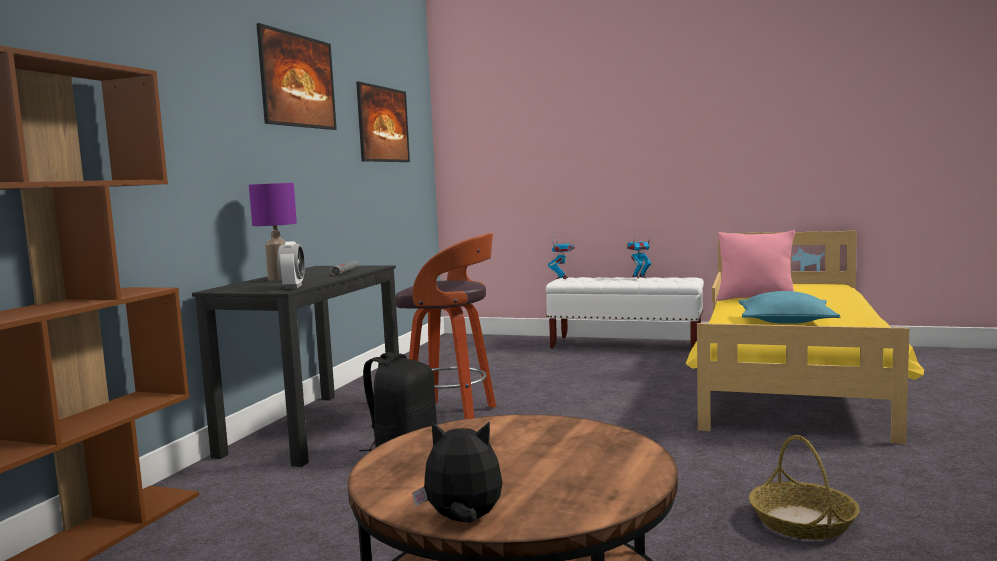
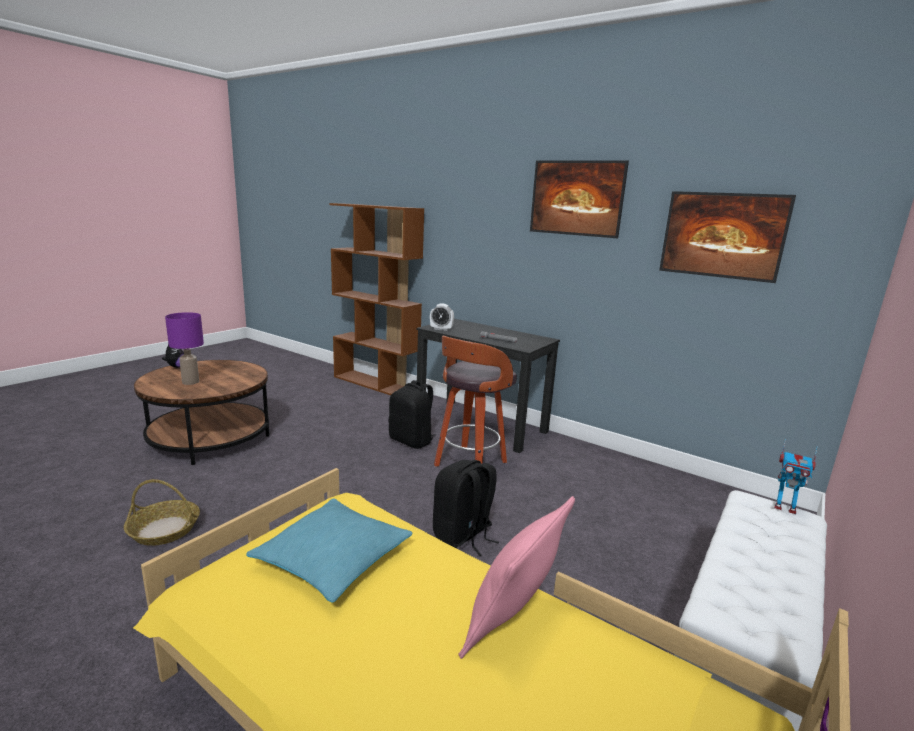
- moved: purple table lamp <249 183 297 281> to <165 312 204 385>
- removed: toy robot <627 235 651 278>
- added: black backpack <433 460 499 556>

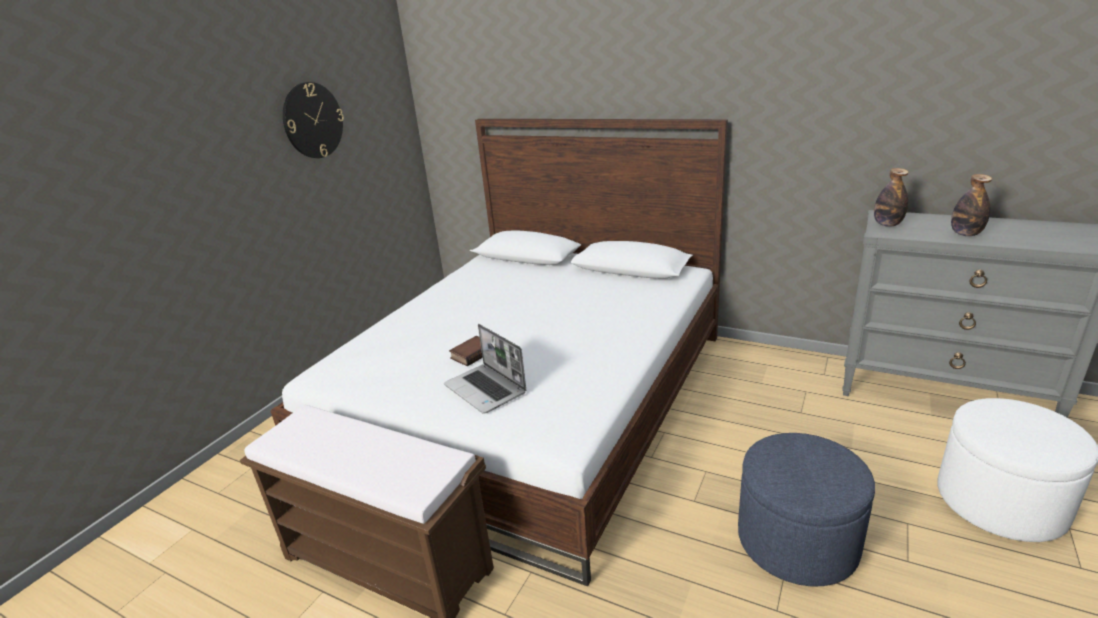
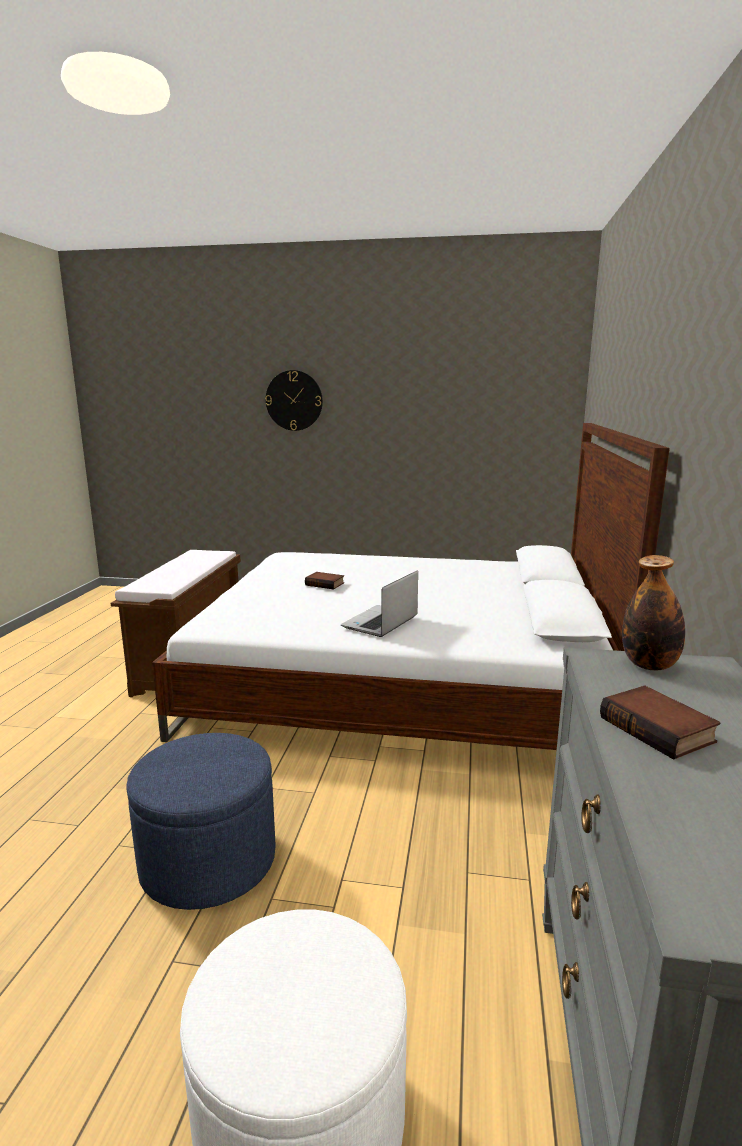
- moved: wall clock <283 82 344 158> to <265 370 323 431>
- moved: laptop <444 324 527 414> to <341 571 418 637>
- replaced: bottle <951 174 992 236> to book <600 686 720 760>

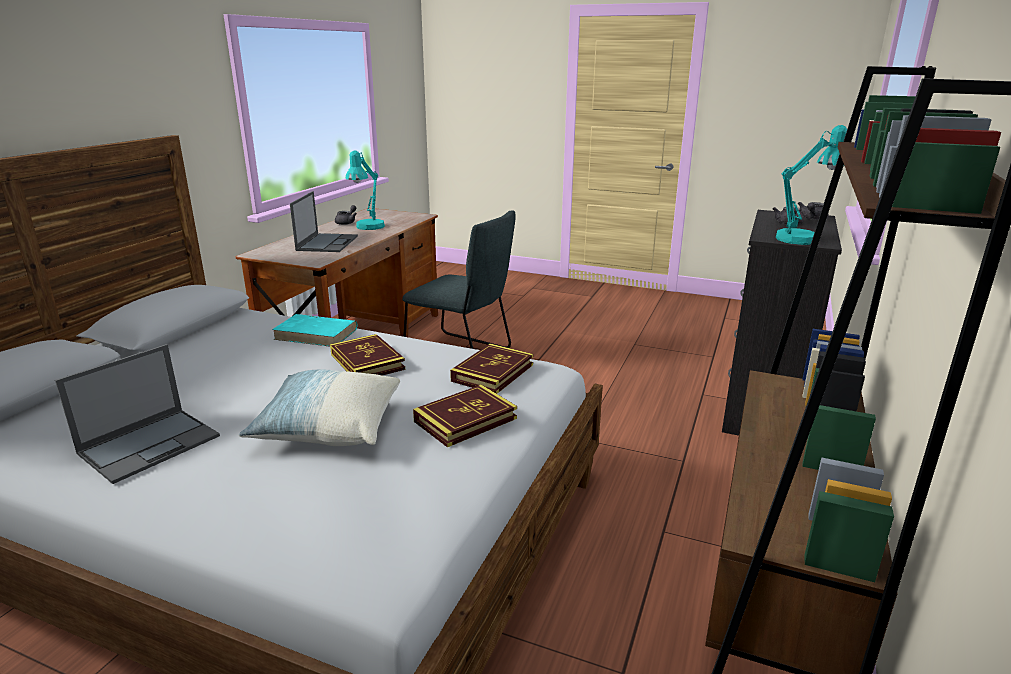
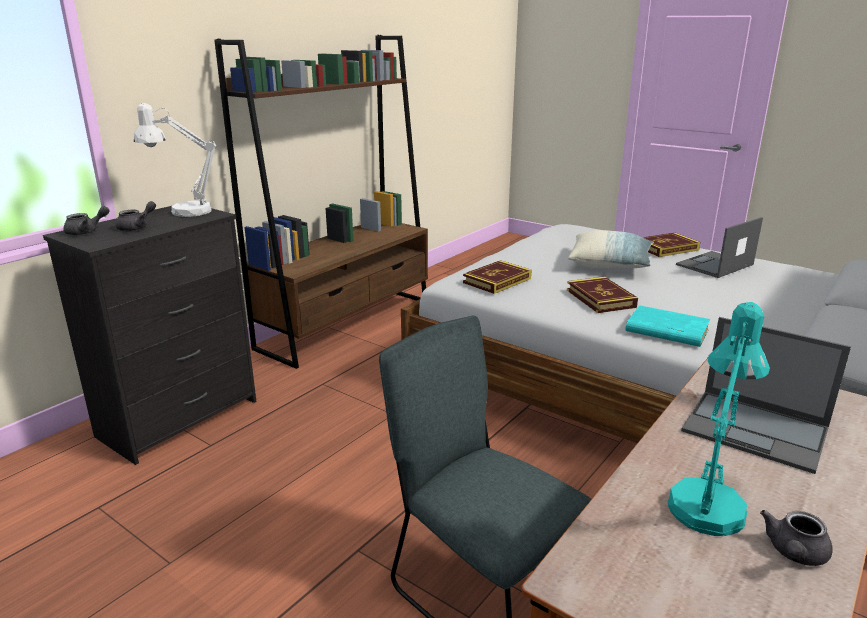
- turned: laptop <290 191 358 252> = <681 317 851 474> 75 degrees counterclockwise
- moved: book <413 385 517 447> to <643 233 700 257>
- recoloured: turquoise table lamp <776 125 847 245> to white table lamp <134 103 216 217>

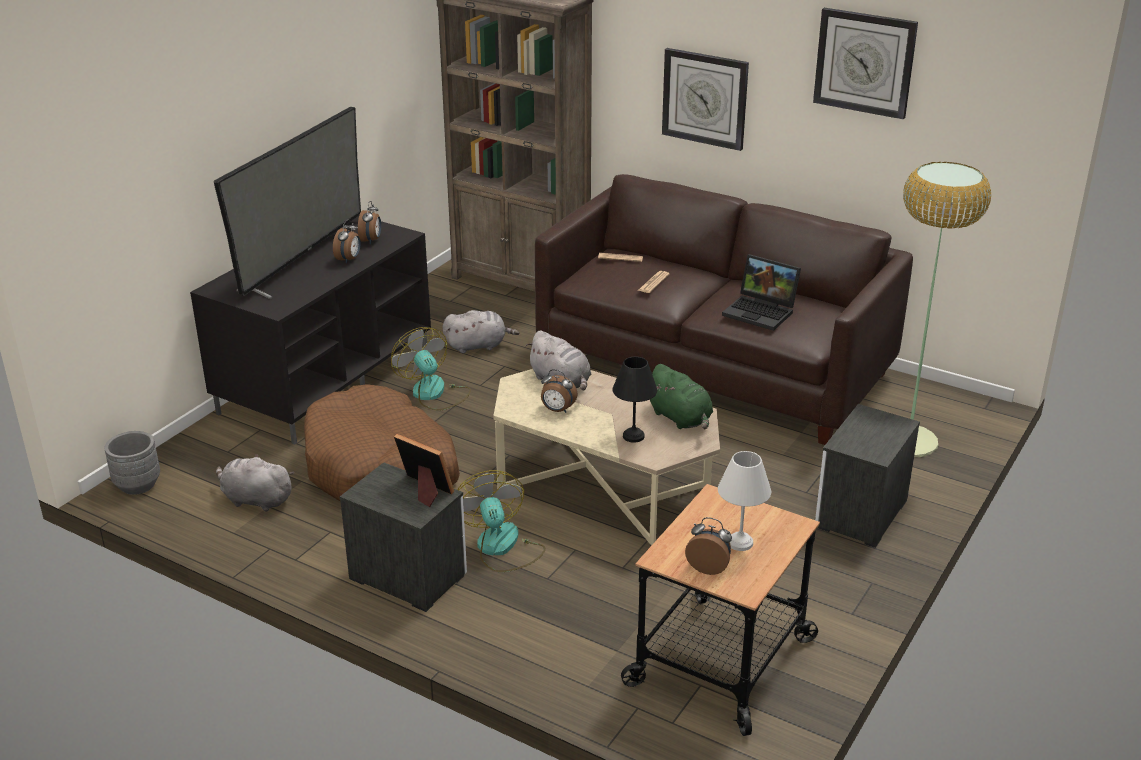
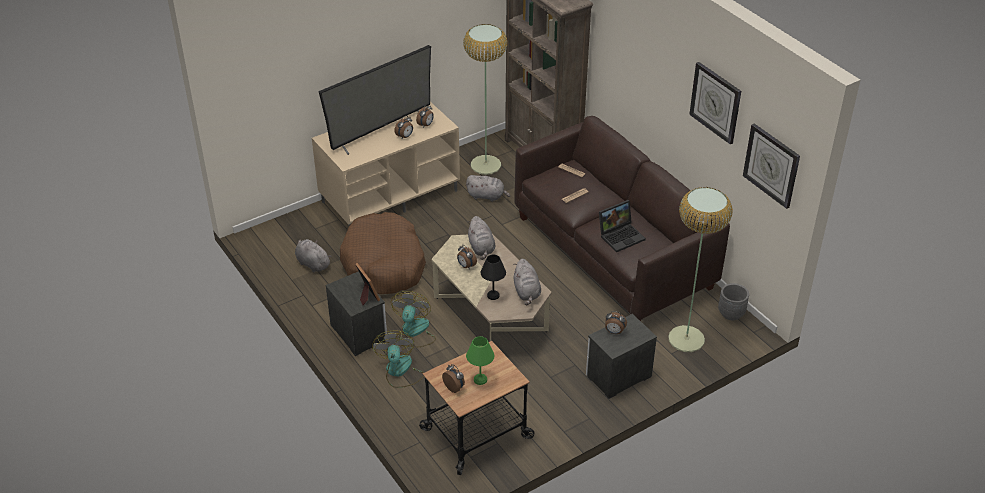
- moved: grey planter <104 431 160 495> to <718 283 749 320>
- recoloured: black tv stand <190 216 431 444> to beige tv stand <312 102 460 226>
- moved: fan <391 327 471 411> to <372 330 424 388>
- recoloured: green plush toy <650 364 713 430> to grey plush toy <513 259 541 305>
- moved: wall clock <662 48 749 151> to <743 123 800 209>
- recoloured: white table lamp <718 451 771 551> to green table lamp <466 336 494 385>
- turned: laptop <722 254 801 331> = <599 200 646 252> 90 degrees counterclockwise
- added: floor lamp <463 24 507 175>
- added: alarm clock <605 311 627 334>

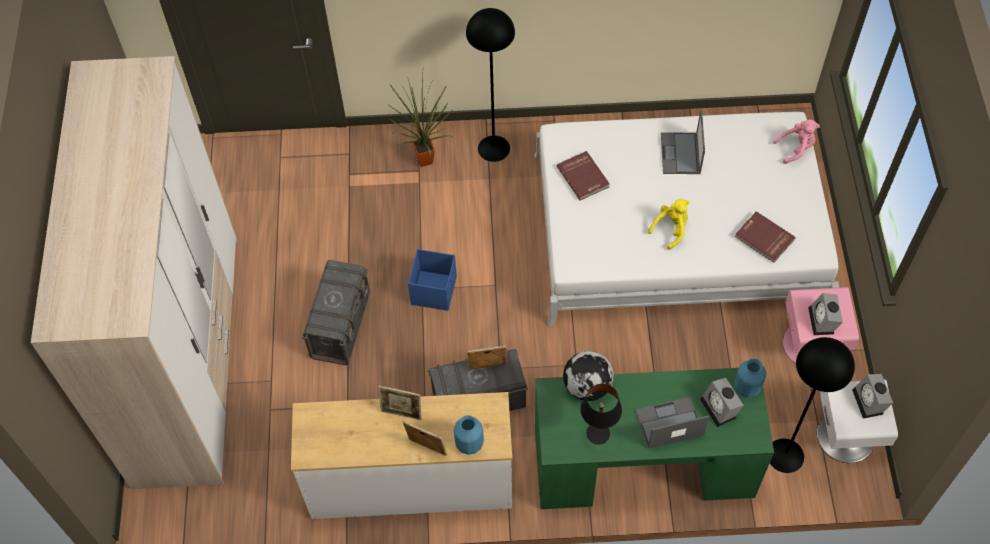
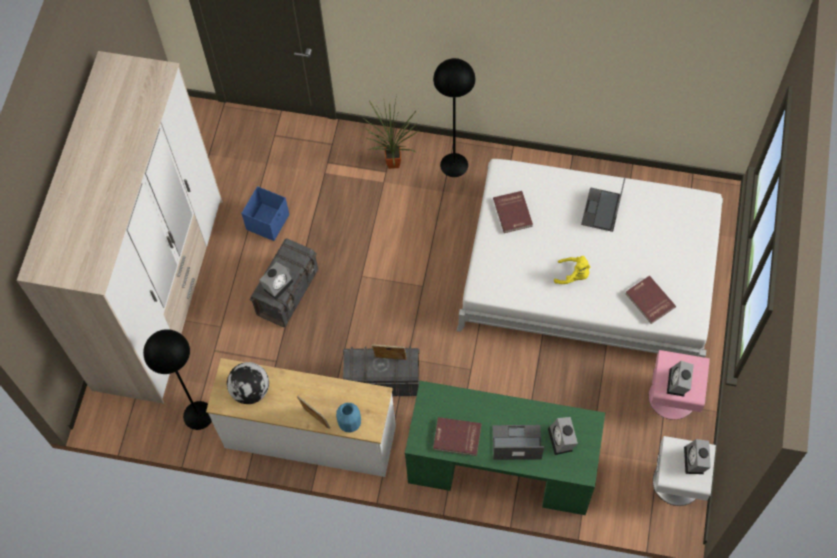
- removed: picture frame <378 386 422 420>
- moved: blue storage box <408 249 457 311> to <241 186 289 241>
- moved: globe <563 351 614 401> to <227 362 269 404>
- replaced: black table lamp <580 384 622 445> to red book <433 417 482 456>
- turned: yellow plush toy <648 199 690 250> = <554 256 590 284> 45 degrees clockwise
- removed: blue vase <734 358 766 398>
- moved: black floor lamp <770 337 855 473> to <143 329 212 430>
- removed: pink plush toy <773 119 820 164>
- added: alarm clock <259 262 293 300>

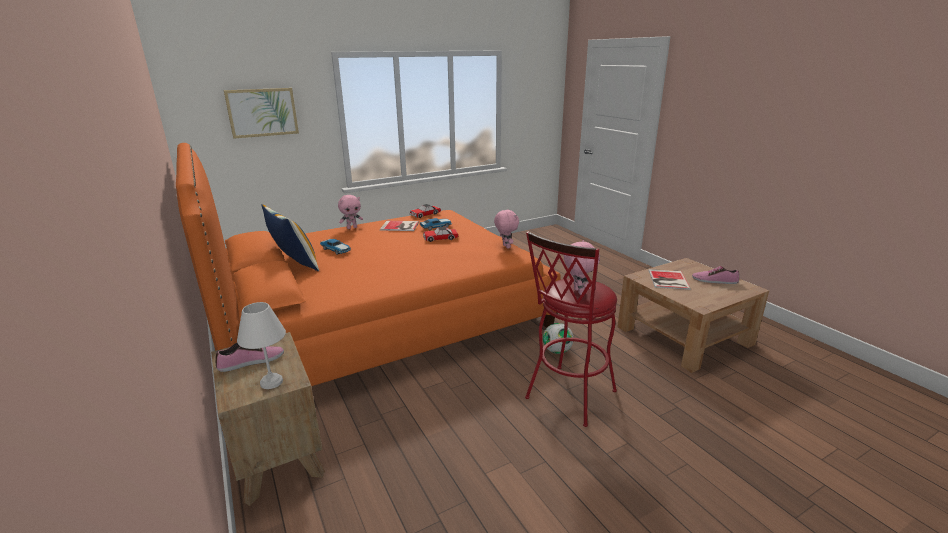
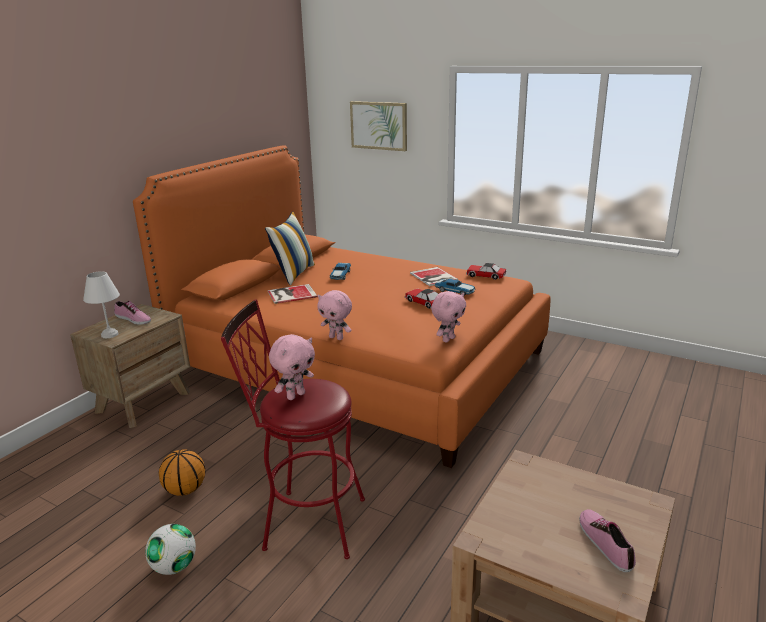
- moved: pink plush toy <338 195 363 229> to <317 290 352 340>
- moved: football <543 323 574 354> to <145 524 196 575>
- moved: book <649 269 691 290> to <268 284 318 304>
- added: basketball <159 449 205 496>

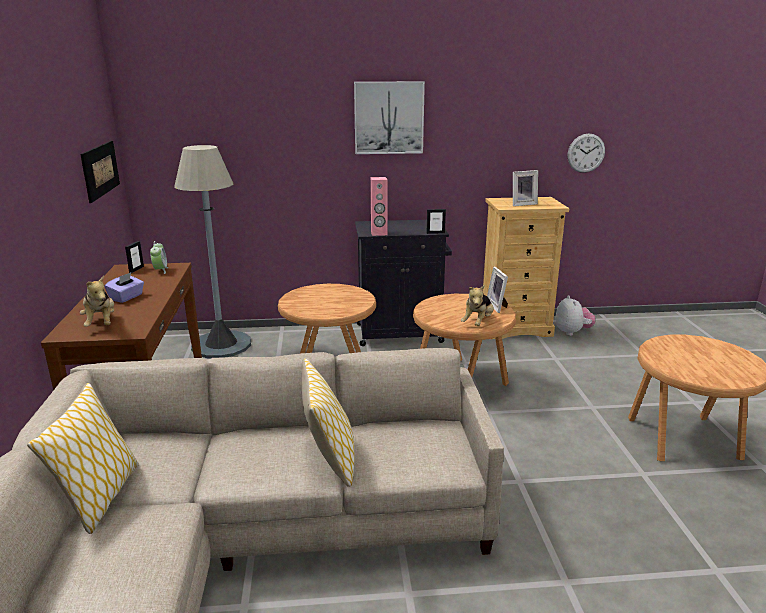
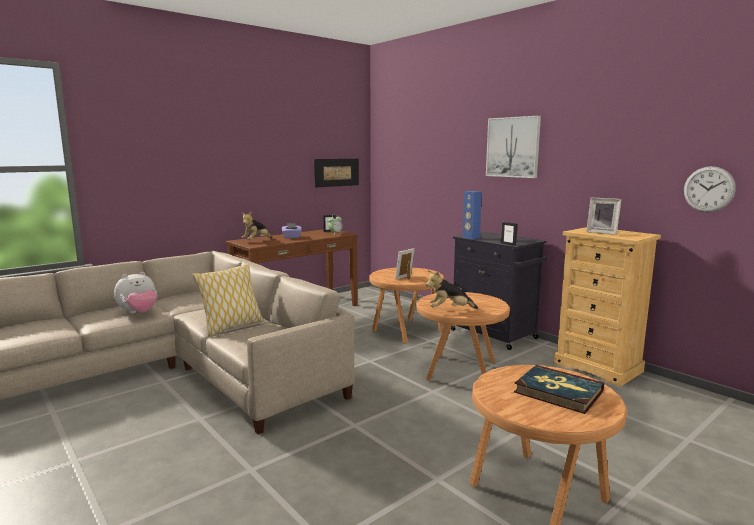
- removed: pillow <27 383 139 534>
- removed: grey floor lamp <174 145 251 358>
- recoloured: pink speaker <371 177 388 236> to blue speaker <462 191 482 239>
- moved: picture frame <487 267 508 313> to <395 248 415 280>
- moved: plush toy <556 295 595 336> to <114 272 157 314>
- added: book <514 365 604 414>

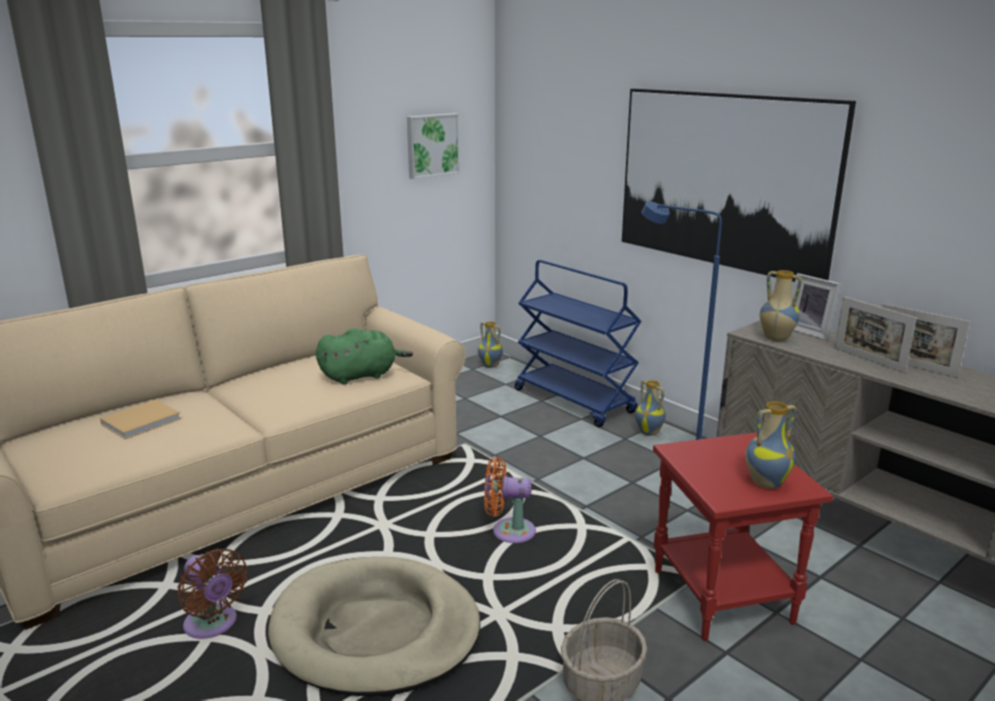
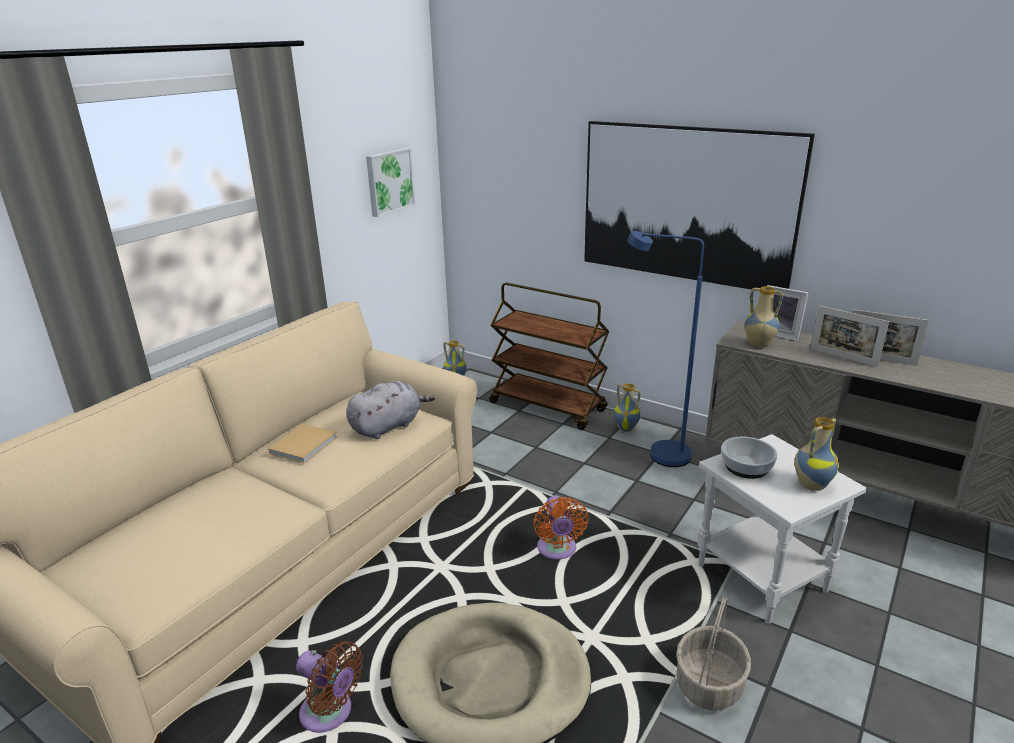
- moved: beige book <100 400 181 439> to <268 424 337 464>
- recoloured: green plush toy <316 328 413 385> to grey plush toy <346 381 435 439>
- turned: orange fan <484 457 536 543> = <533 495 588 560> 90 degrees counterclockwise
- recoloured: blue cart <515 260 641 427> to brown cart <490 283 609 430>
- recoloured: red side table <653 432 833 641> to white side table <697 434 867 624>
- added: bowl <721 437 778 479>

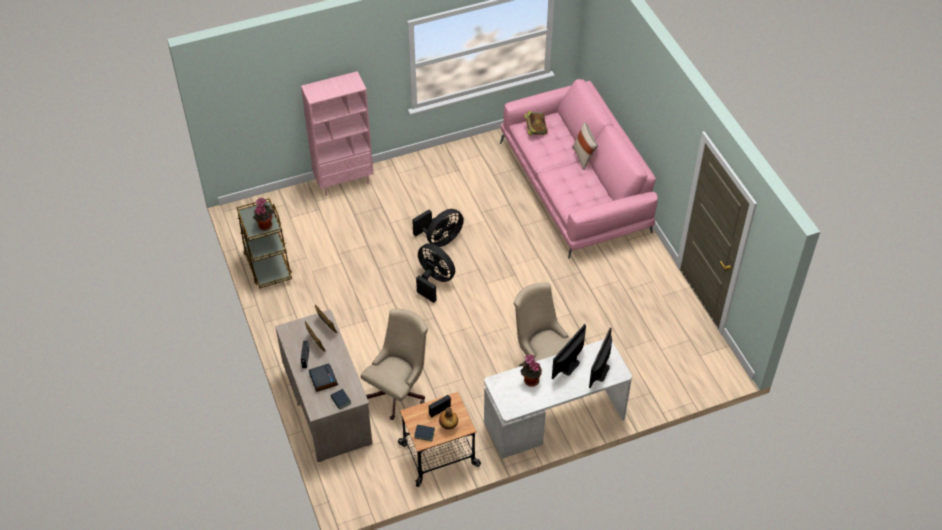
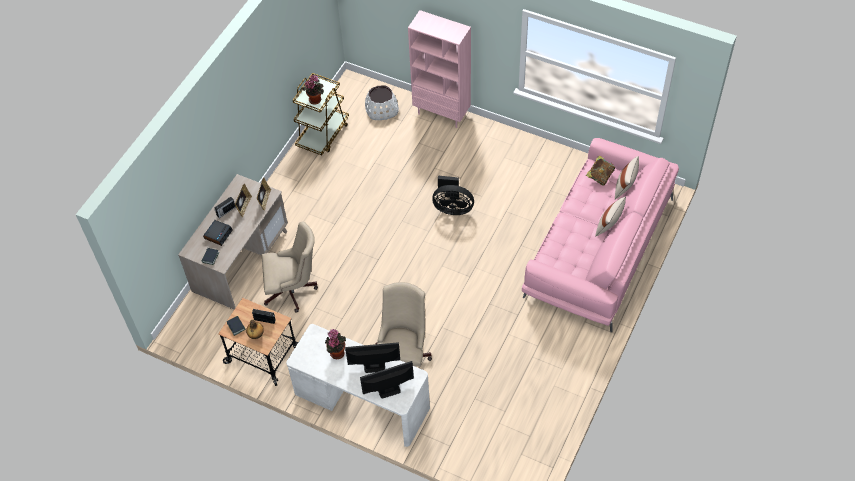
- removed: black fan <416 243 455 303>
- added: white planter <365 85 399 120>
- added: beige pillow <615 156 639 200>

